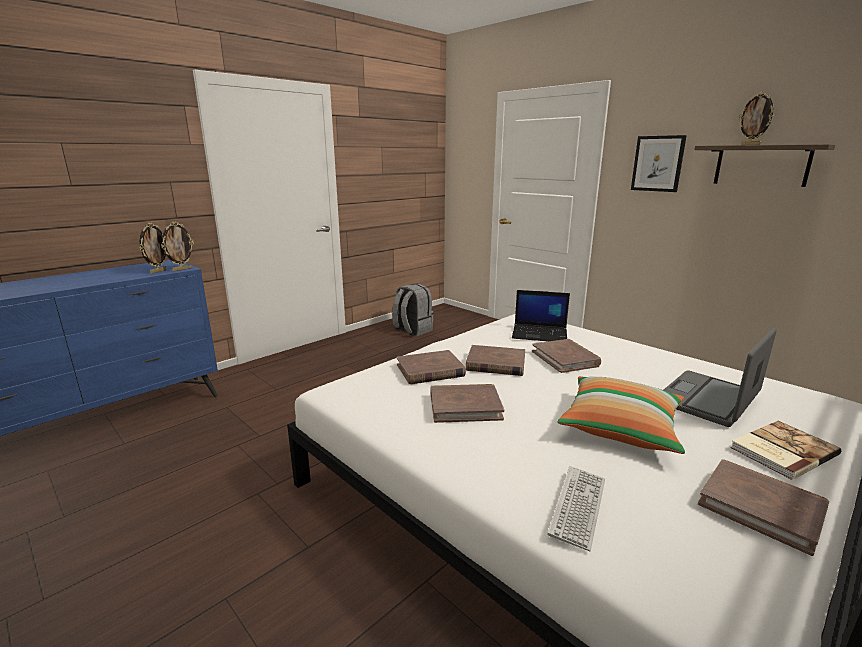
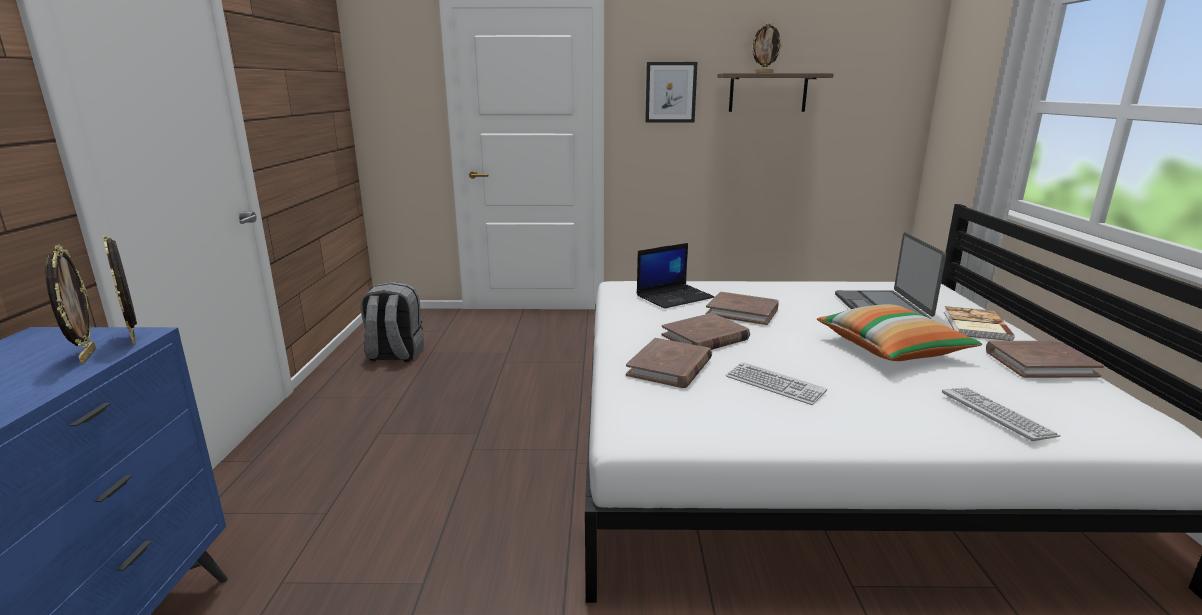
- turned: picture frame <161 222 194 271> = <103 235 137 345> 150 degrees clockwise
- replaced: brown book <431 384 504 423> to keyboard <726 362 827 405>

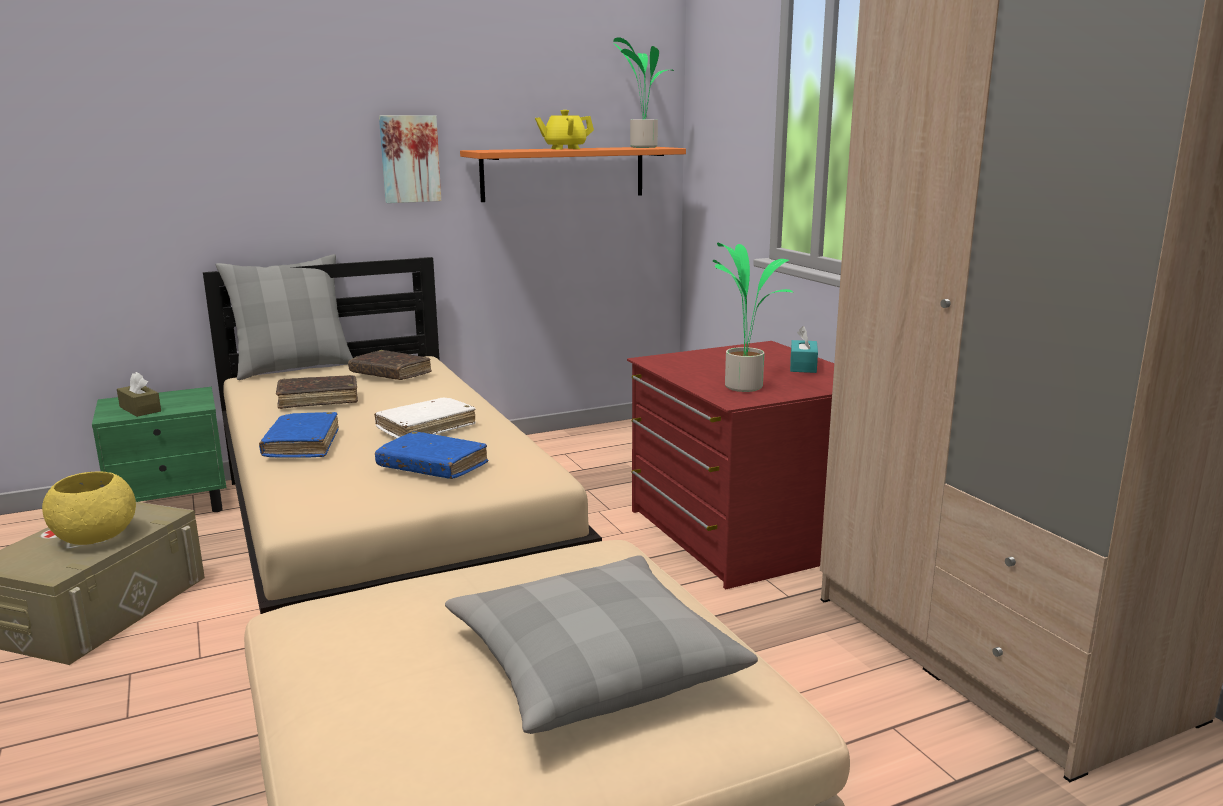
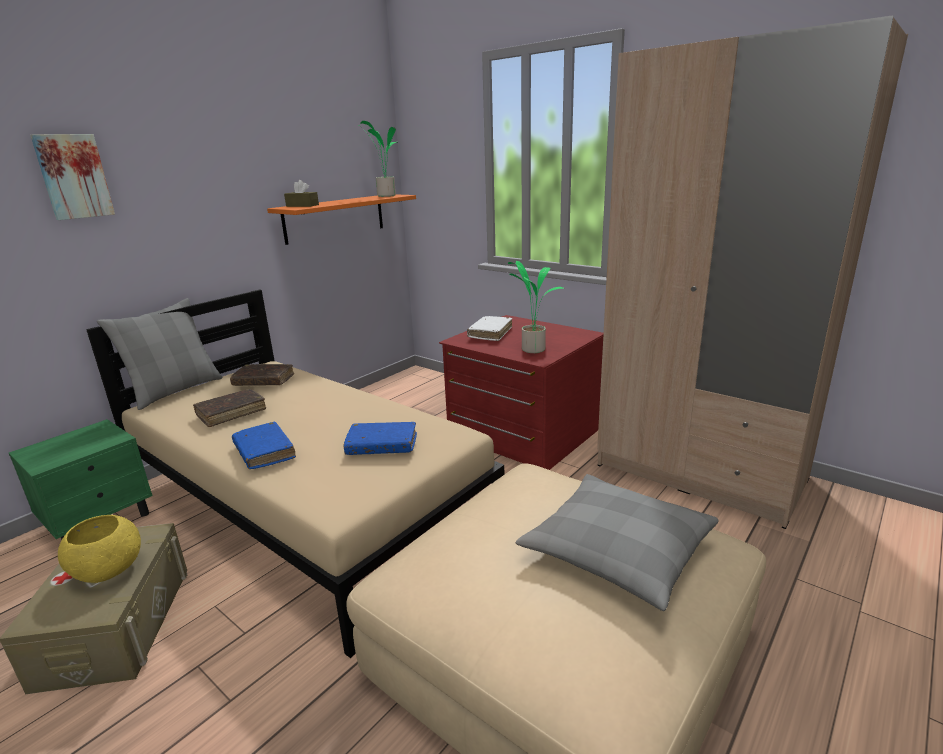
- moved: brown tissue box <117 372 161 417> to <284 180 319 207>
- moved: white book <374 398 476 438> to <467 316 512 341>
- moved: picture <379 115 441 203> to <30 134 115 220>
- removed: yellow teapot <535 110 594 150>
- removed: turquoise tissue box <790 326 818 373>

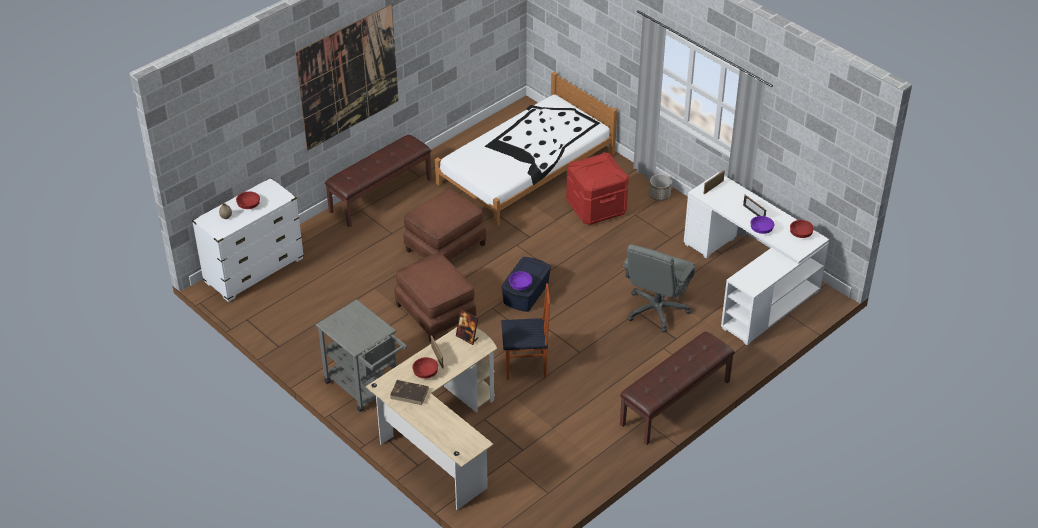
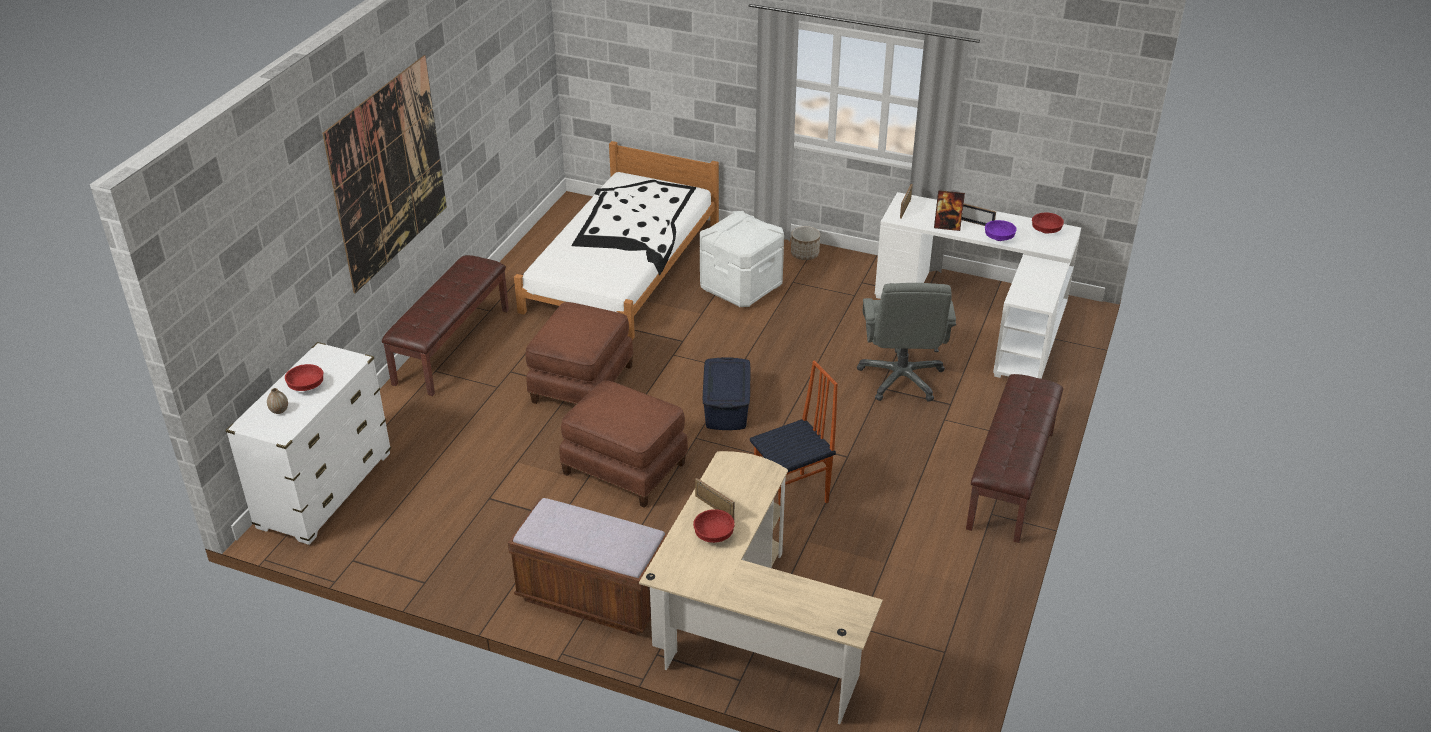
- replaced: grey cart <315 299 407 412> to brown bench <508 498 667 635>
- removed: brown book <390 380 429 405>
- moved: picture frame <456 309 478 345> to <934 190 965 231>
- removed: purple bowl <509 271 532 290>
- recoloured: red storage box <566 152 629 225> to white storage box <700 211 784 307>

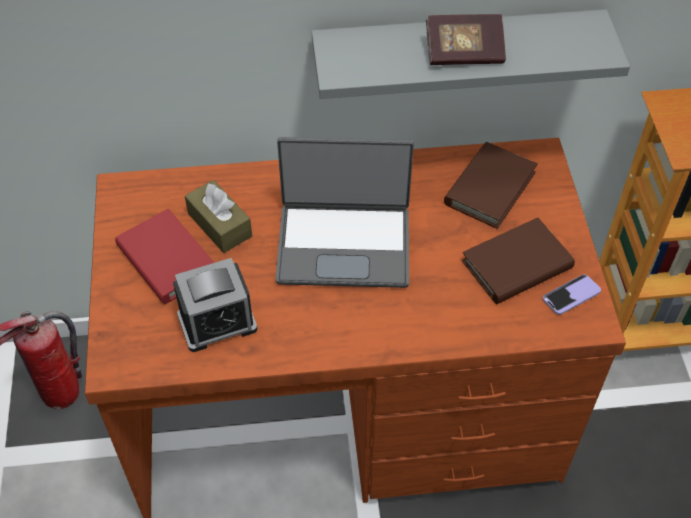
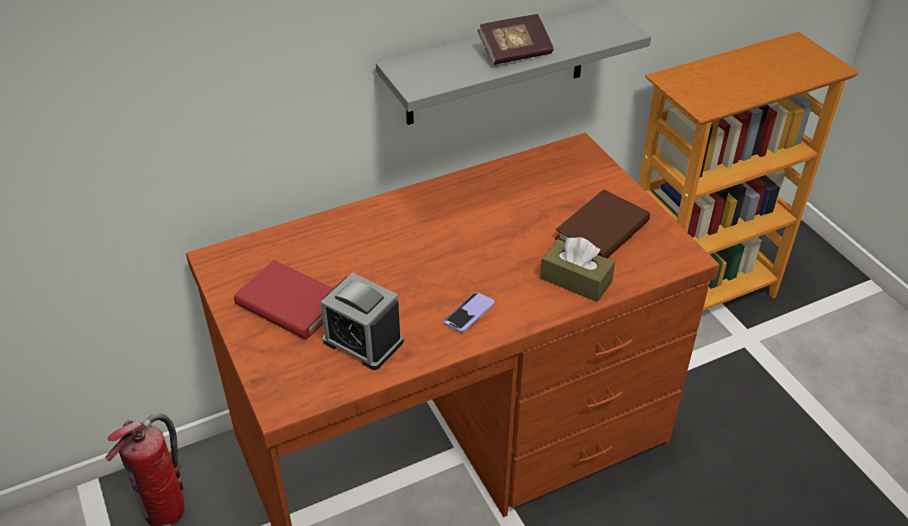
- turned: alarm clock <173 258 258 352> = <321 272 404 370> 75 degrees clockwise
- moved: brown tissue box <185 180 252 253> to <540 237 615 302>
- removed: laptop <275 137 414 288>
- removed: brown book <444 142 538 229>
- moved: phone <543 274 601 315> to <444 292 495 332>

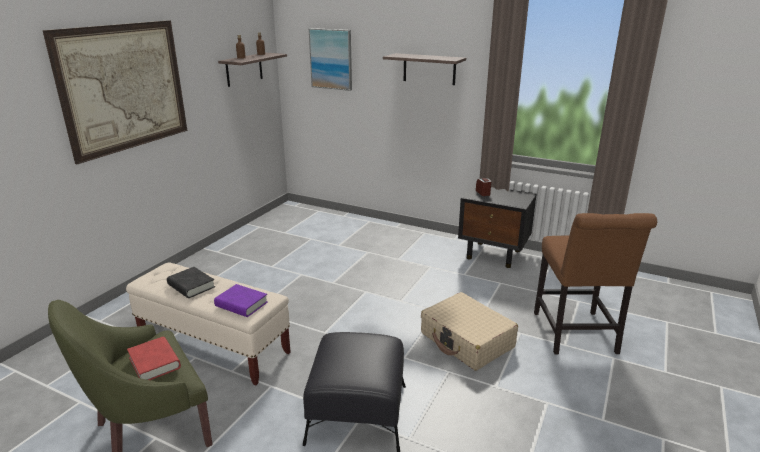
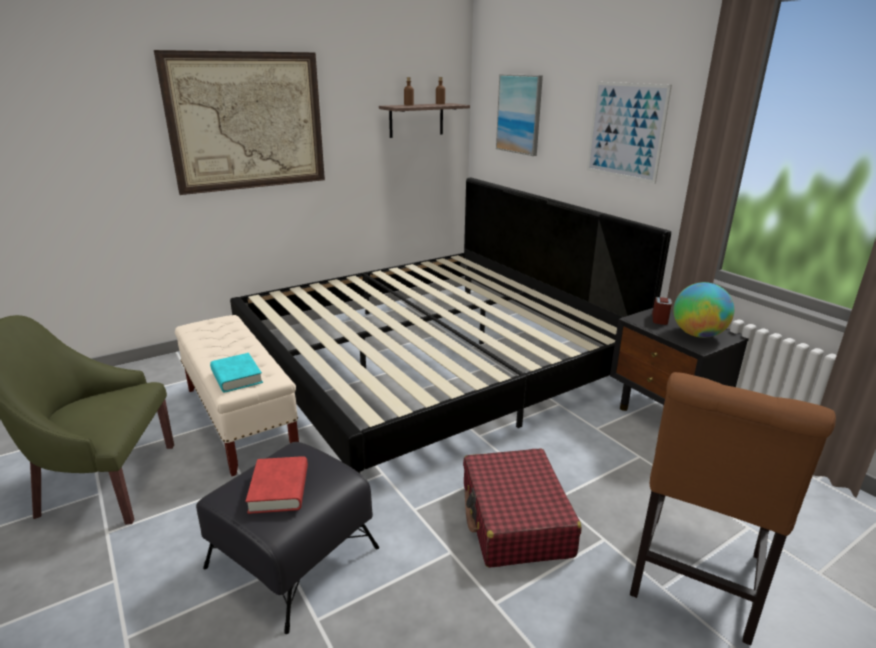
- moved: red book <127 337 181 380> to <245 456 308 514>
- removed: black book <167 267 215 298>
- recoloured: purple book <214 284 268 317> to turquoise book <210 353 263 392>
- replaced: shelf <383 53 466 85> to picture <587 82 672 184>
- recoloured: beige suitcase <421 292 518 371> to red suitcase <463 449 581 568>
- added: bed <230 178 671 473>
- added: globe <673 282 734 338>

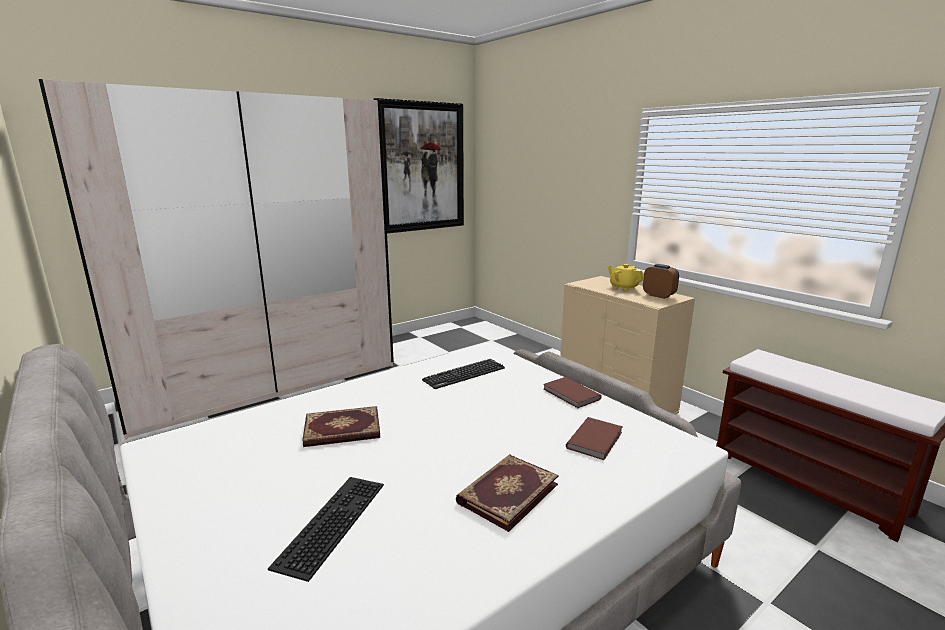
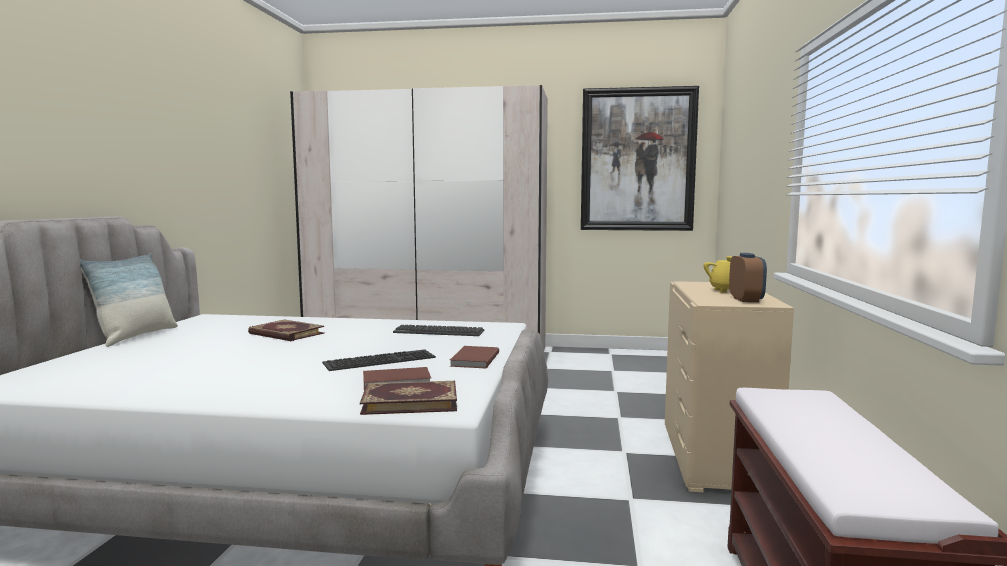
- moved: keyboard <268 477 384 582> to <322 349 436 371>
- moved: book <456 455 558 532> to <360 381 457 415>
- added: pillow <80 253 178 347>

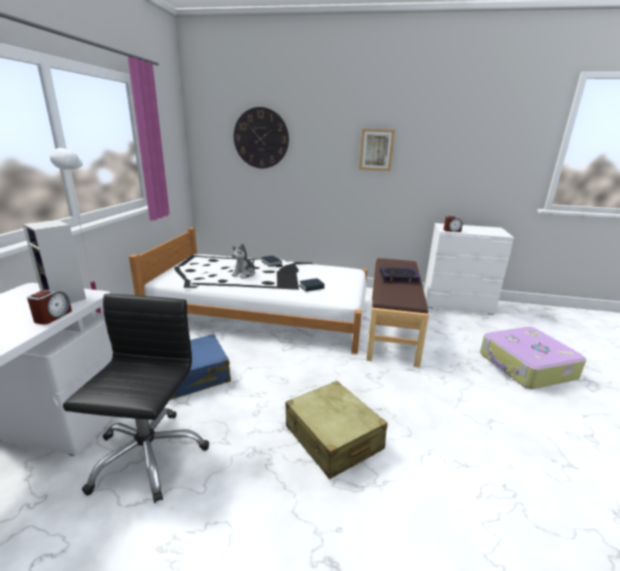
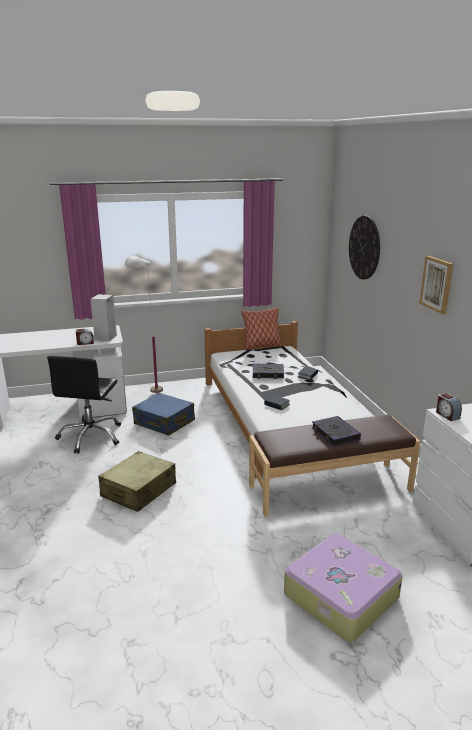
- turned: black office chair <63 294 209 503> = <47 356 121 454> 120 degrees clockwise
- replaced: plush toy <232 244 255 279> to book <253 364 284 379>
- added: pillow <241 307 282 350>

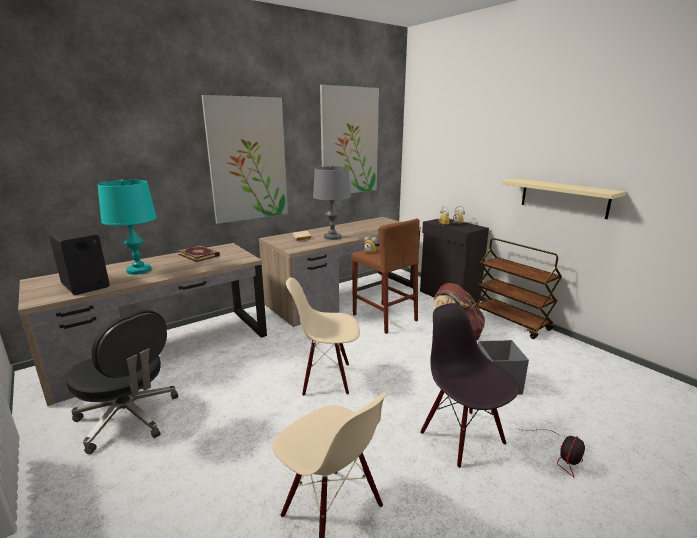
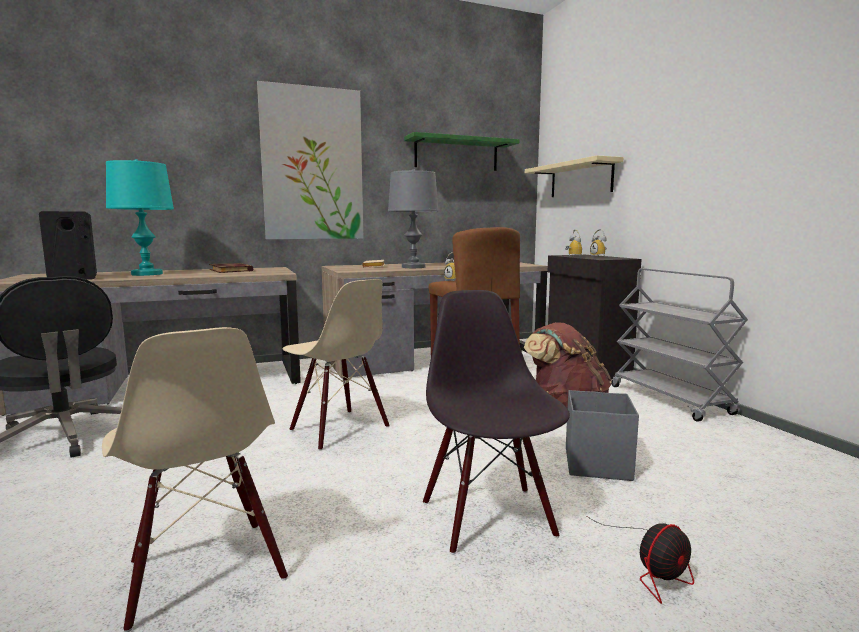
- turned: beige chair <286 278 360 396> = <282 279 390 451> 150 degrees counterclockwise
- replaced: picture <320 85 379 193> to green shelf <404 132 519 171>
- recoloured: brown cart <476 238 562 339> to grey cart <612 268 748 422>
- moved: beige shelf <502 179 626 219> to <525 155 624 197>

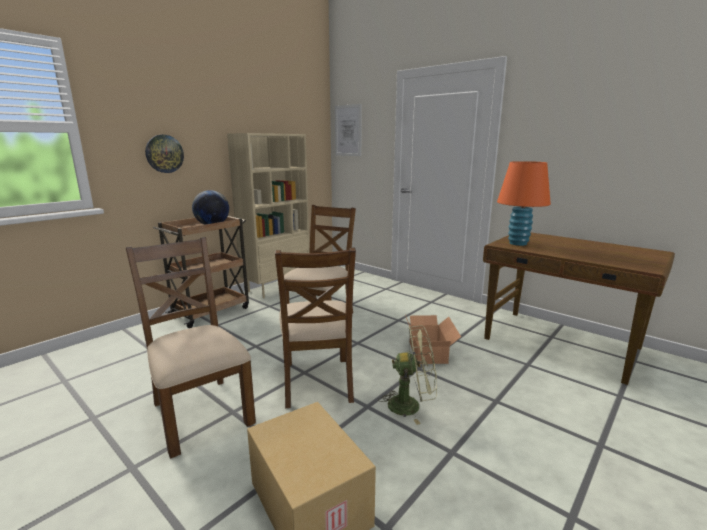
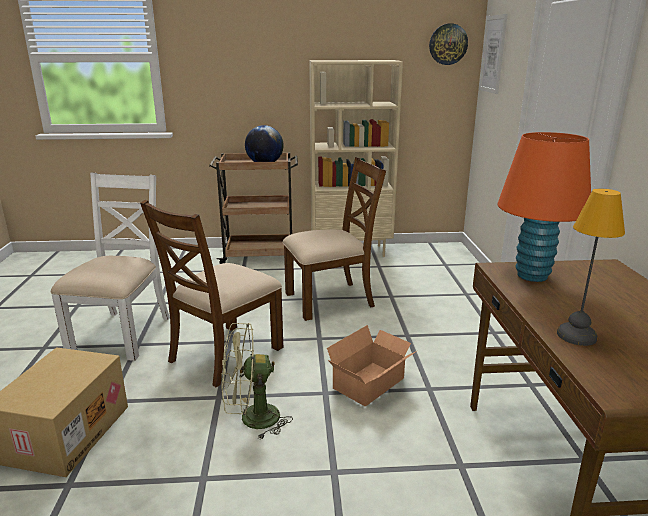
- recoloured: brown chair <126 237 256 459> to white chair <51 172 170 361>
- moved: wall clock <145 135 184 173> to <429 23 468 65>
- turned: green fan <378 326 437 425> = <221 323 293 440> 120 degrees clockwise
- added: table lamp <557 189 625 346>

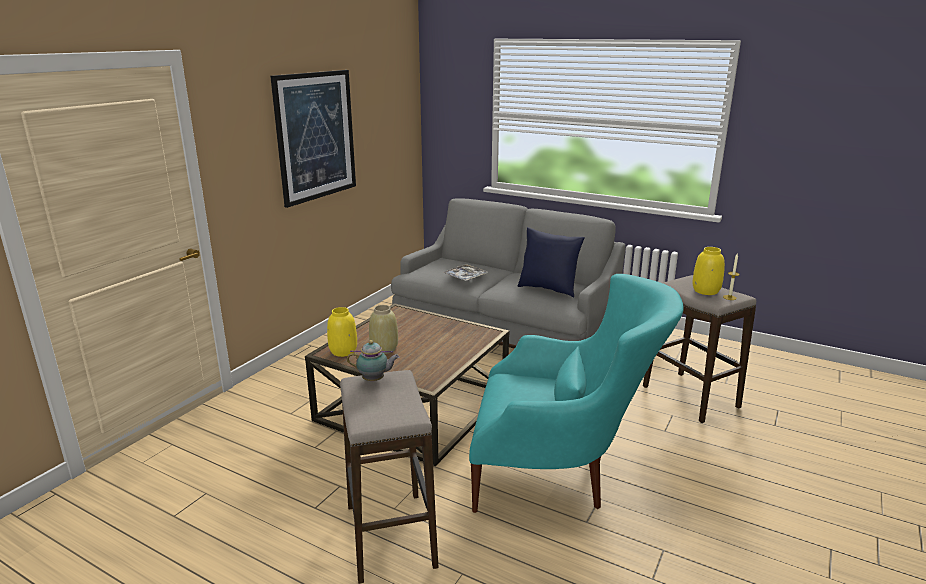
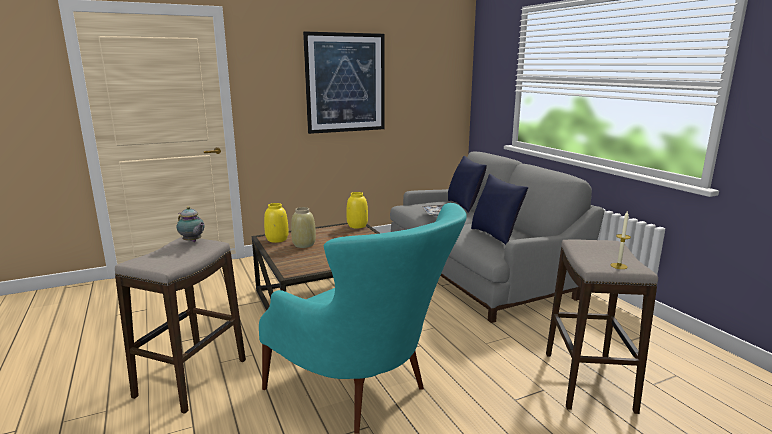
- moved: yellow vase <692 247 725 295> to <346 192 368 228>
- added: blue pillow <448 156 487 213>

